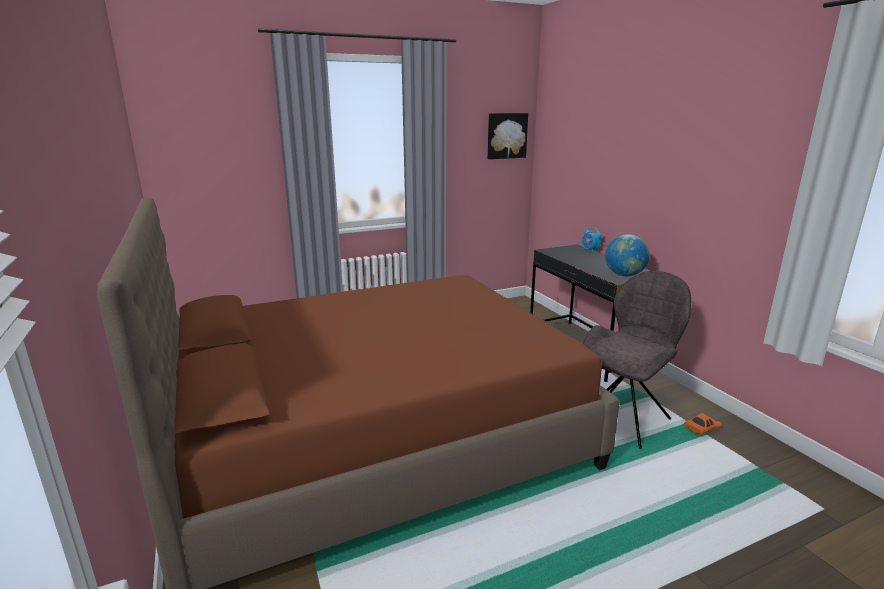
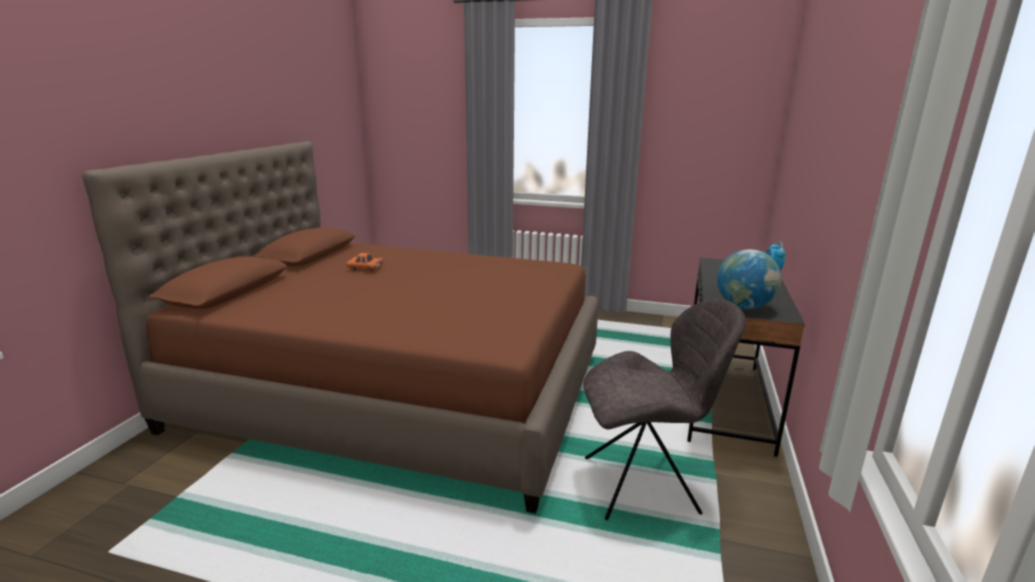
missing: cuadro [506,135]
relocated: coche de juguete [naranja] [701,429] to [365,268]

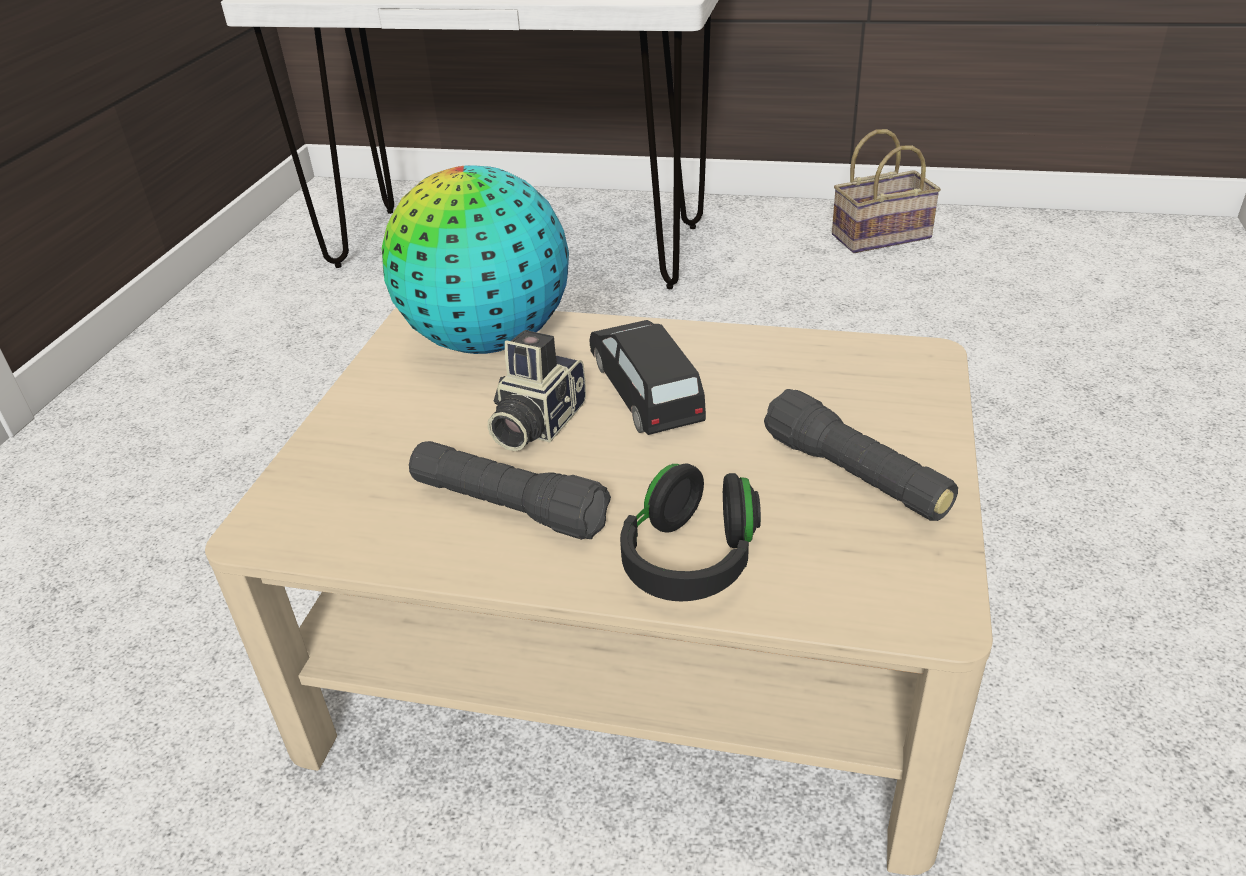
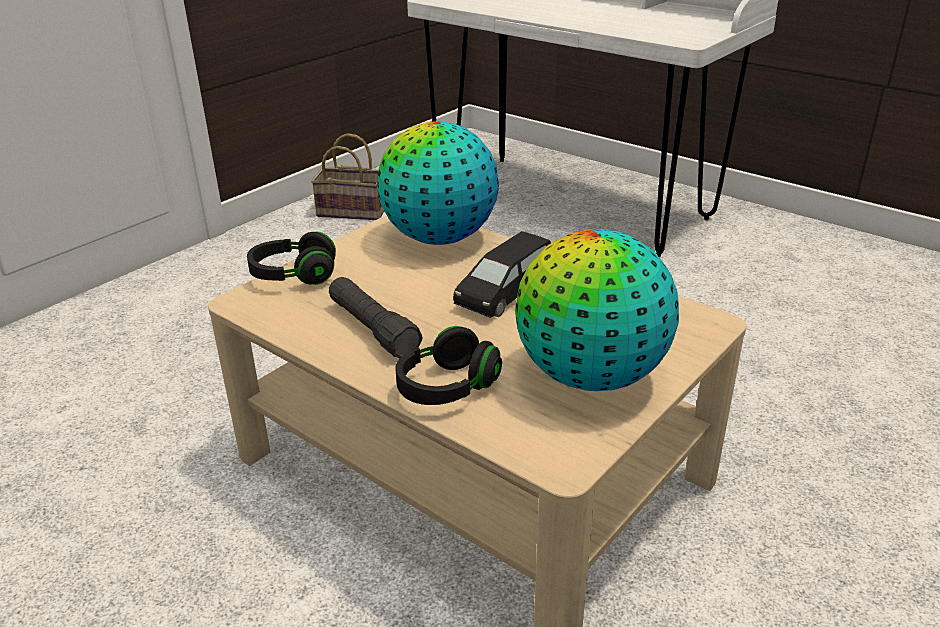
missing: cámara [535,423]
appeared: auriculares [negro] [294,276]
relocated: cesta [882,235] to [354,211]
exchanged: linterna [negro] [855,476] to globo terráqueo [590,376]
spun: coche de juguete [negro] [646,393] = [505,293] 150 degrees counterclockwise

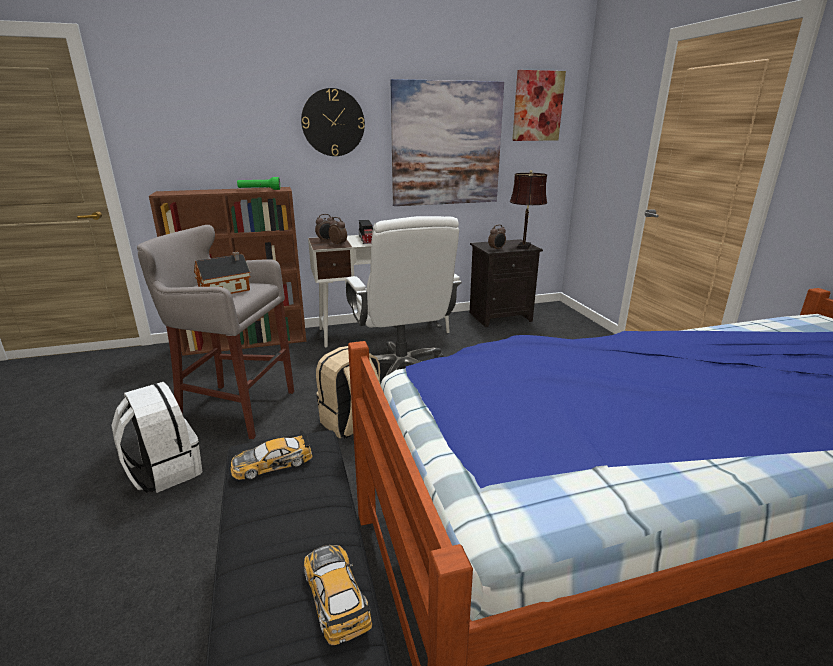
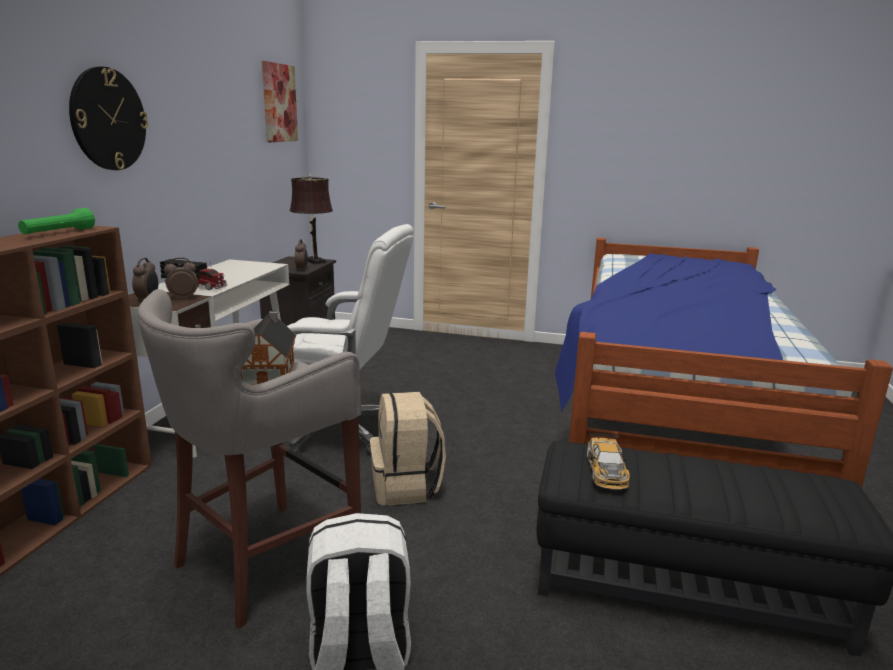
missing: coche de juguete [335,594]; cuadro [446,144]

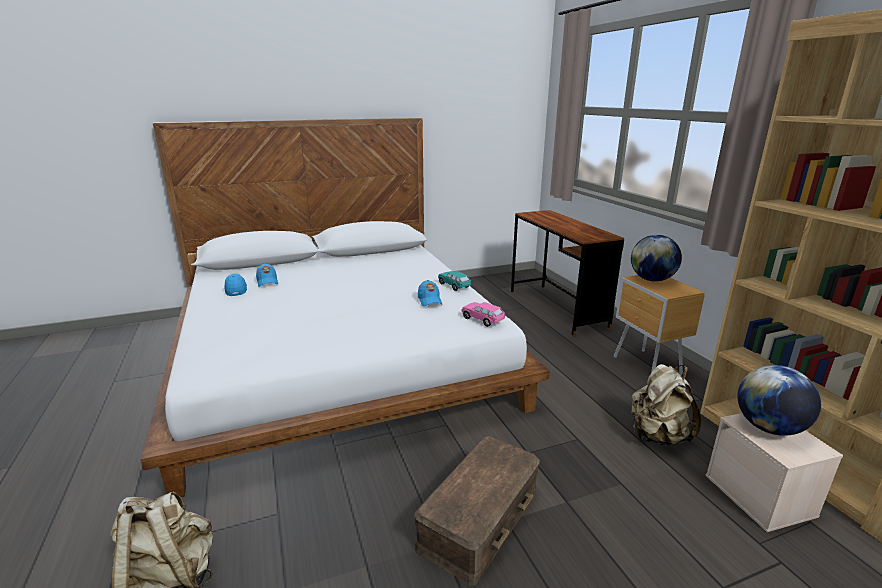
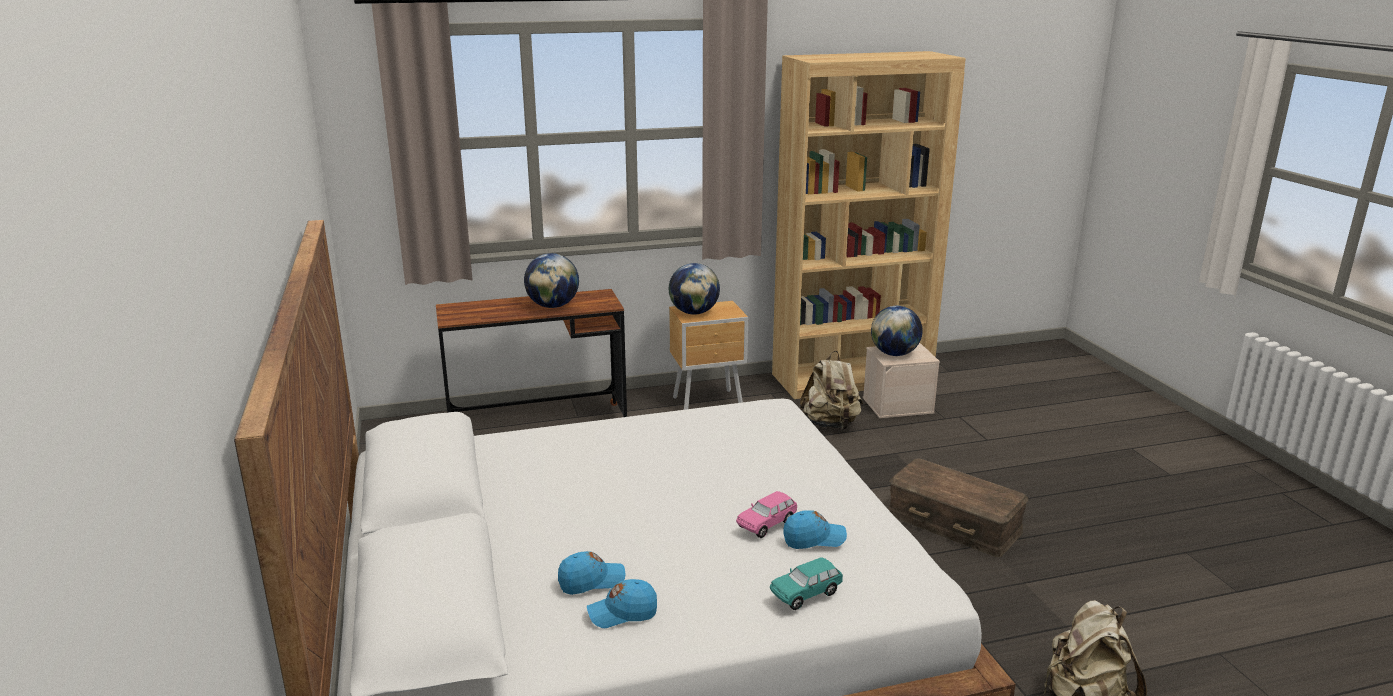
appeared: globo terráqueo [553,306]
relocated: coche de juguete [rosa] [482,319] to [767,524]; coche de juguete [turquesa] [454,285] to [806,593]; gorra [azul] [429,300] to [814,539]

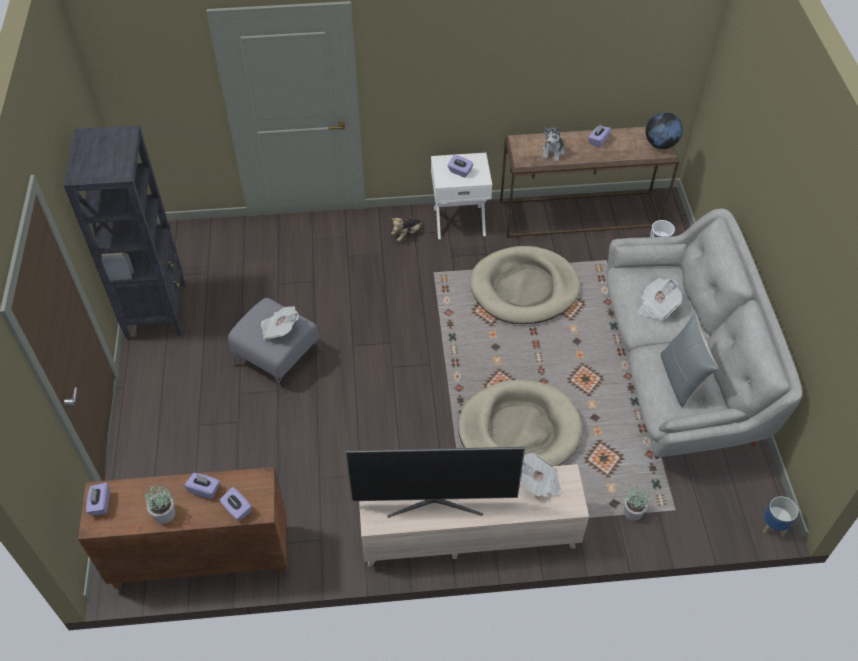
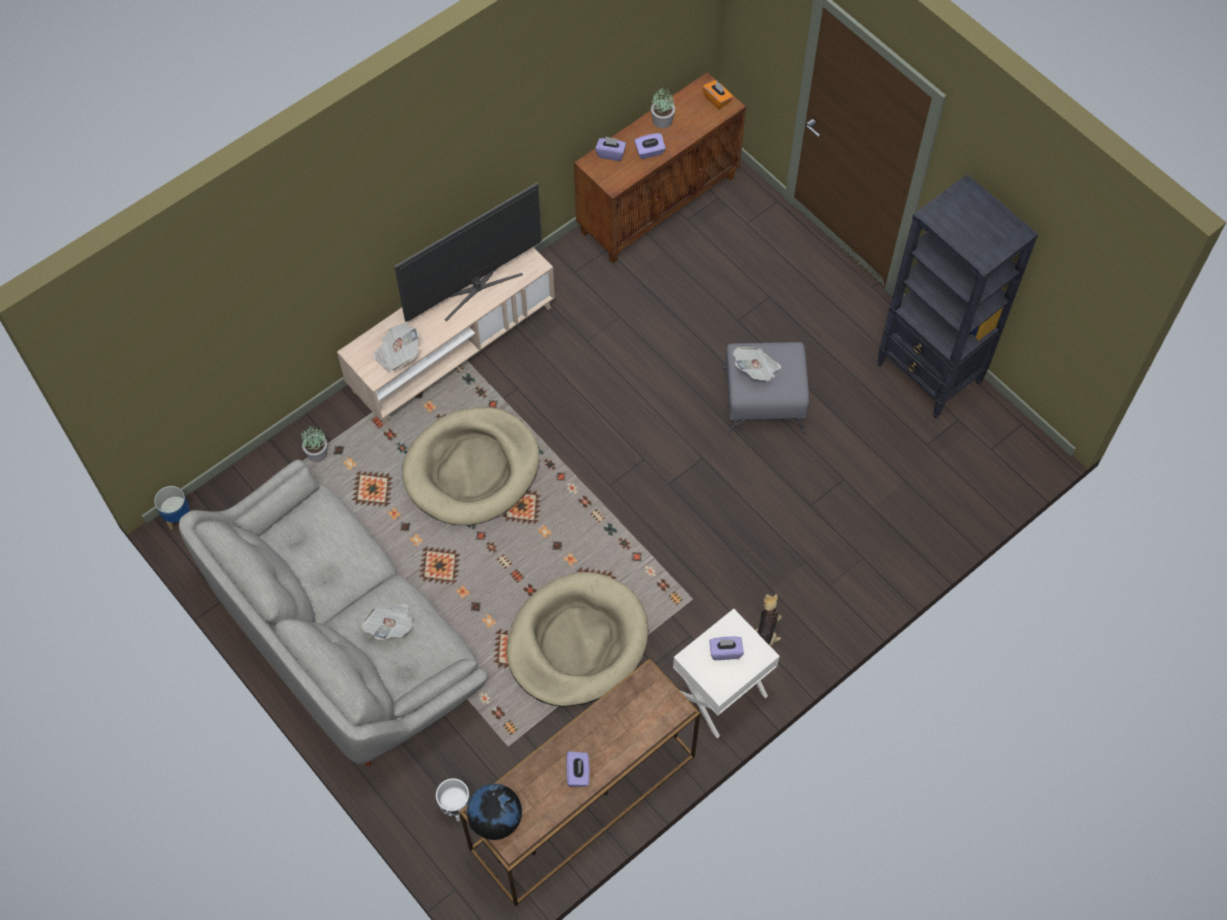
missing: peluche [553,152]; cojín [gris] [681,379]
colour: caja de pañuelos [morado] [100,504] to caja de pañuelos [naranja] [717,99]

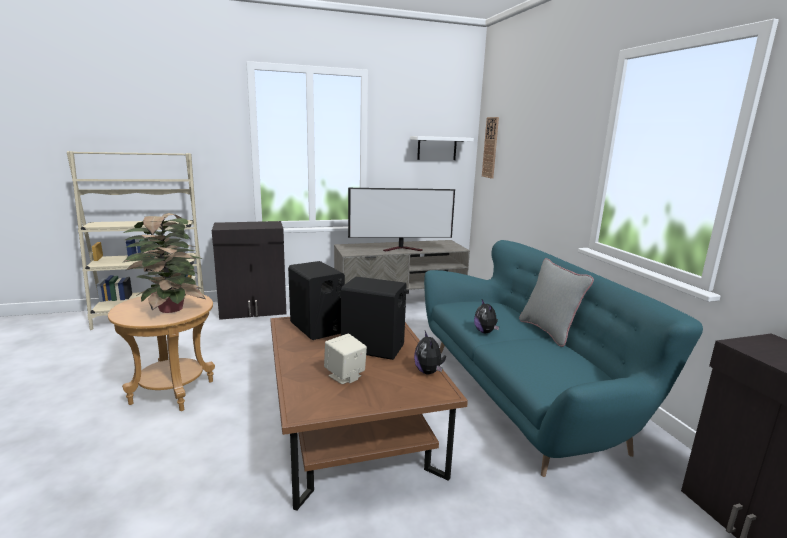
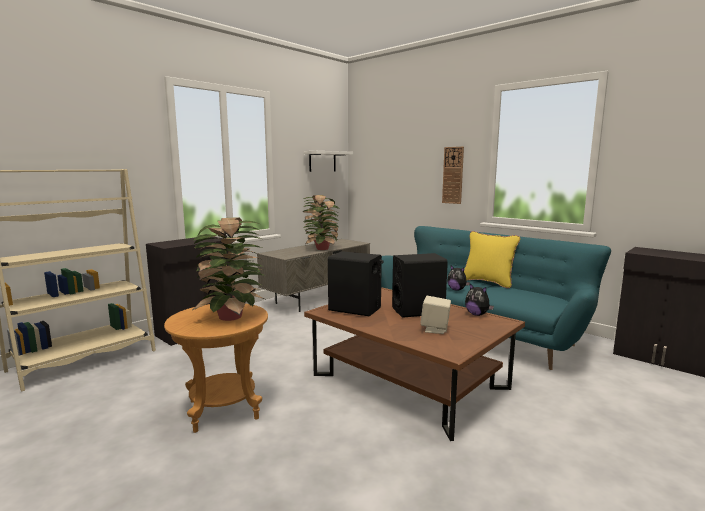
relocated: reloj de pared [490,147] to [453,175]
exchanged: televisor [403,249] to planta en maceta [321,248]
colour: cojín [gris] [549,331] to cojín [amarillo] [488,282]

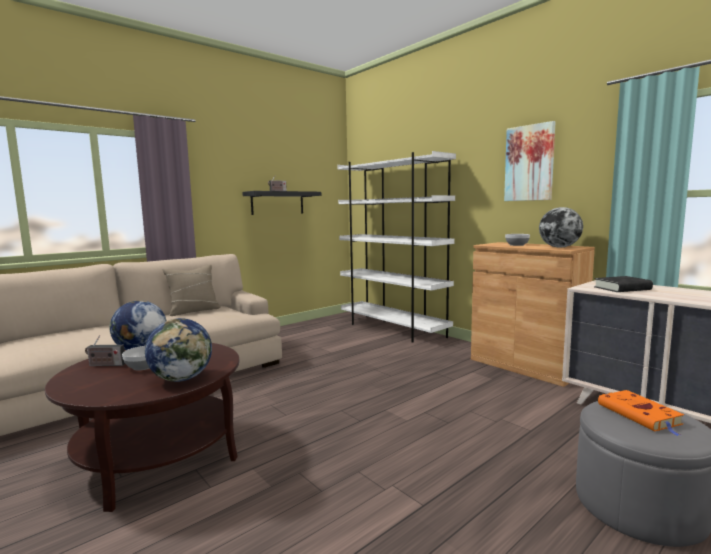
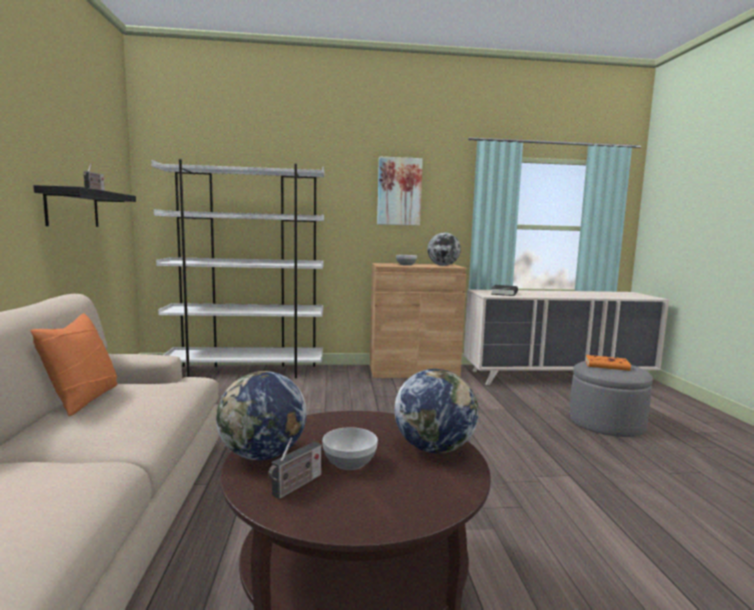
colour: cojín [beis] [194,311] to cojín [naranja] [83,399]

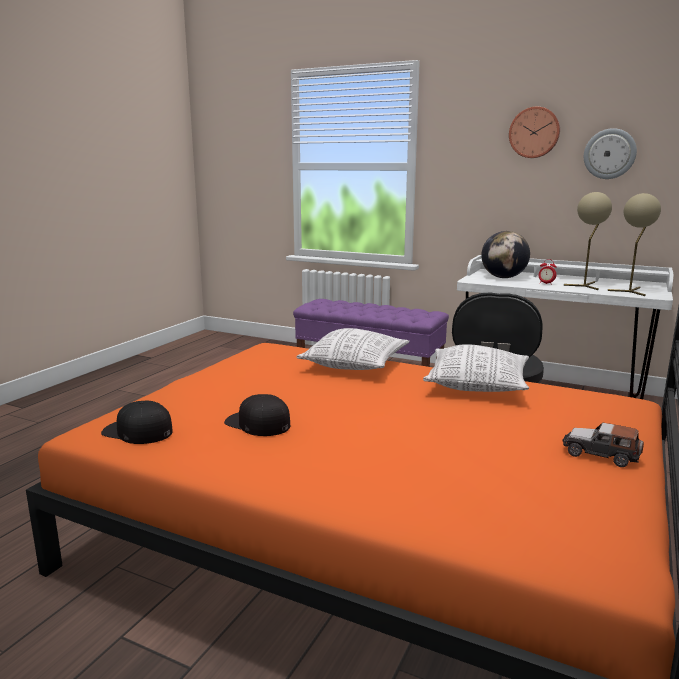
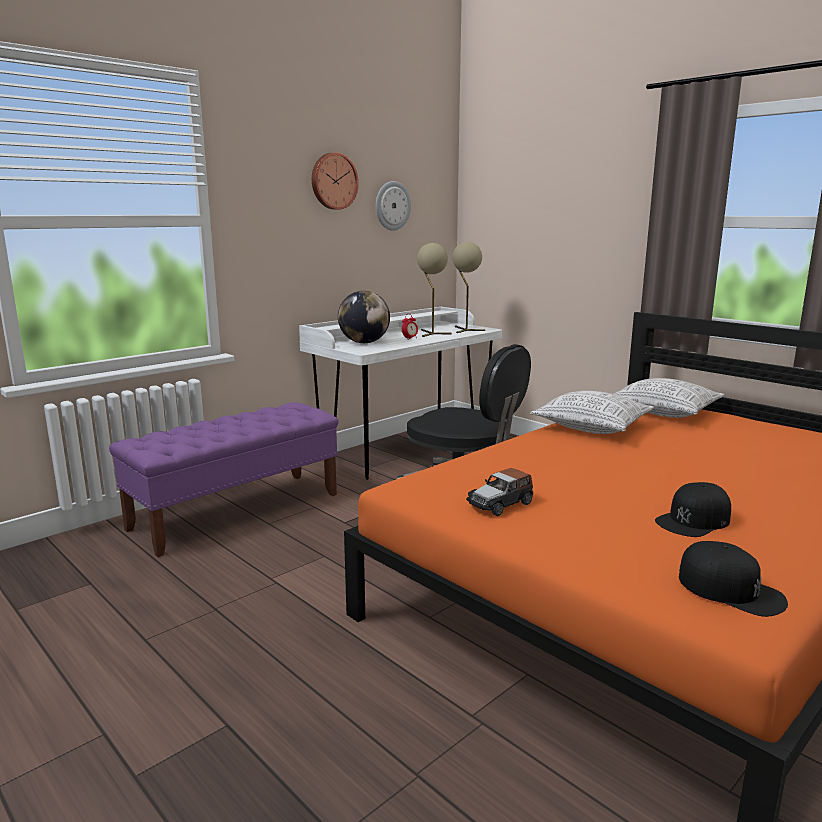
relocated: coche de juguete [600,454] to [500,504]; cojín [354,364] to [664,411]
spun: gorra [negro] [137,431] = [731,589] 90 degrees counterclockwise

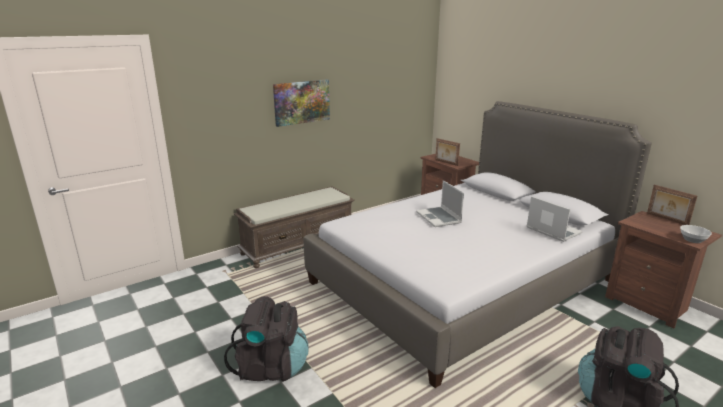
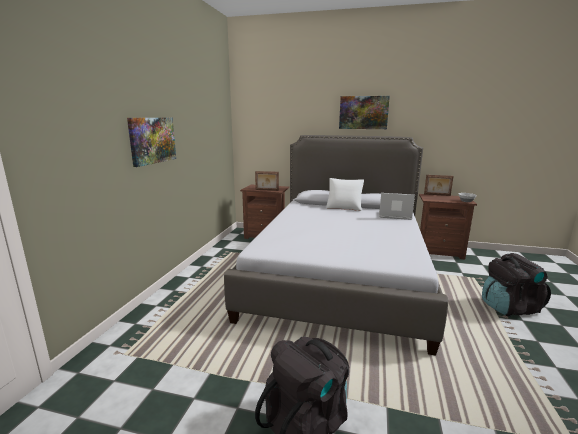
missing: banco [marrón] [298,245]; portátil [439,218]
appeared: cojín [blanco] [344,207]; cuadro [363,112]

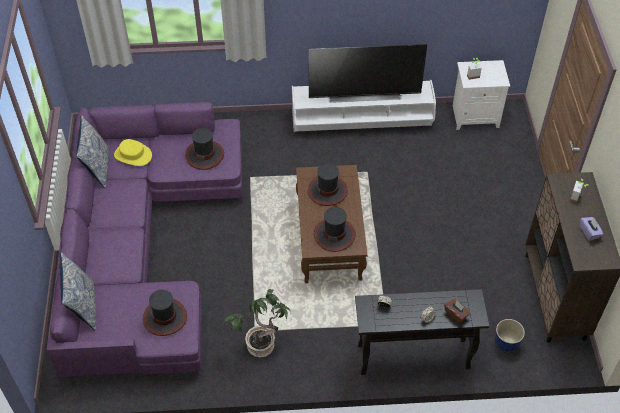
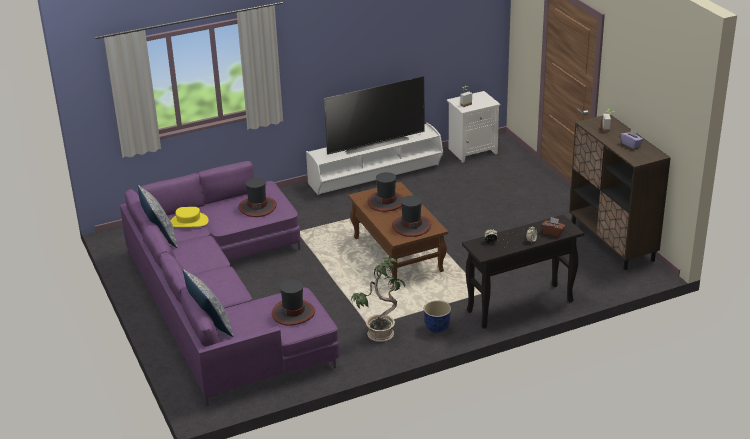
relocated: maceta [505,343] to [436,328]

